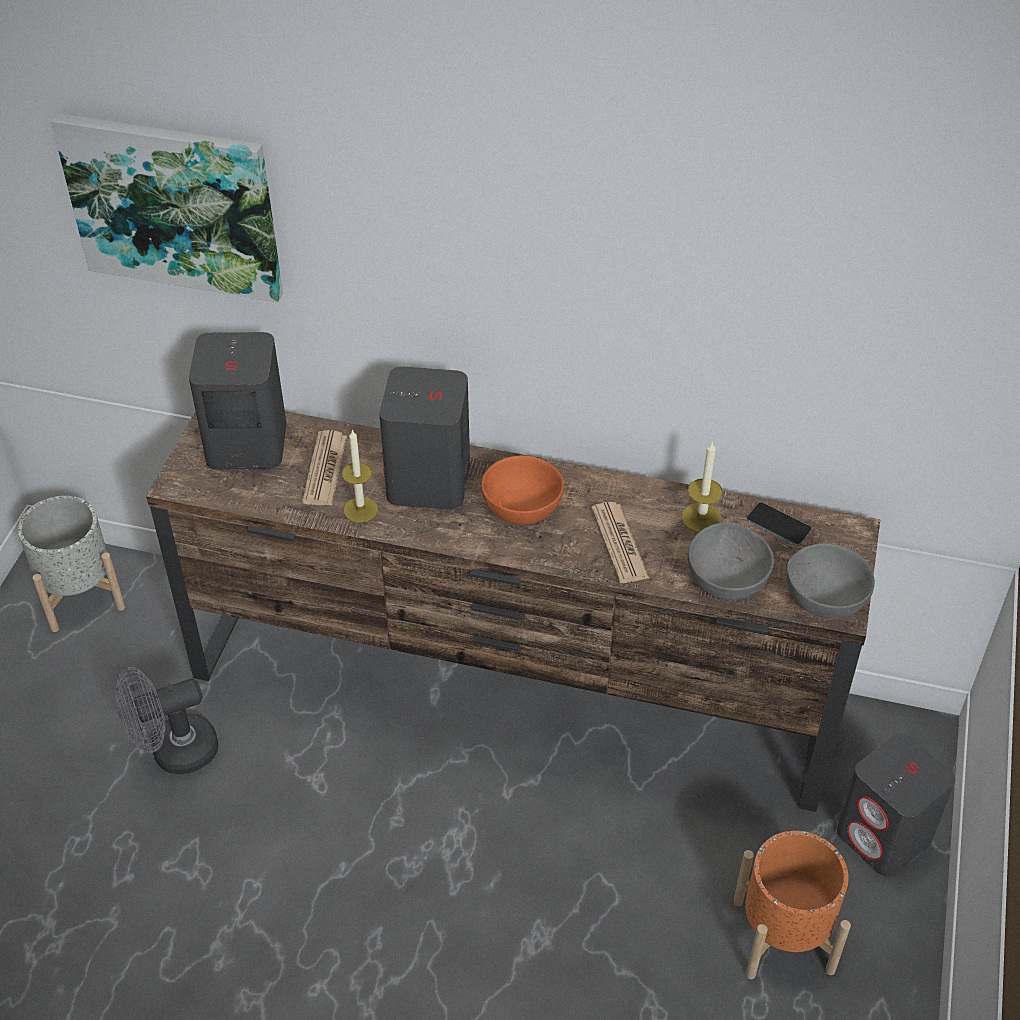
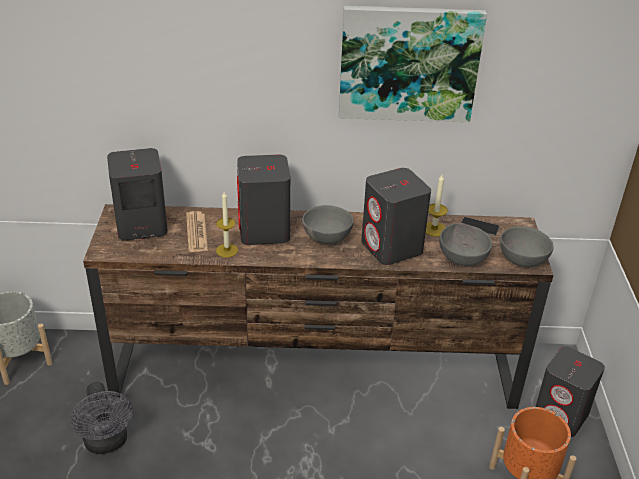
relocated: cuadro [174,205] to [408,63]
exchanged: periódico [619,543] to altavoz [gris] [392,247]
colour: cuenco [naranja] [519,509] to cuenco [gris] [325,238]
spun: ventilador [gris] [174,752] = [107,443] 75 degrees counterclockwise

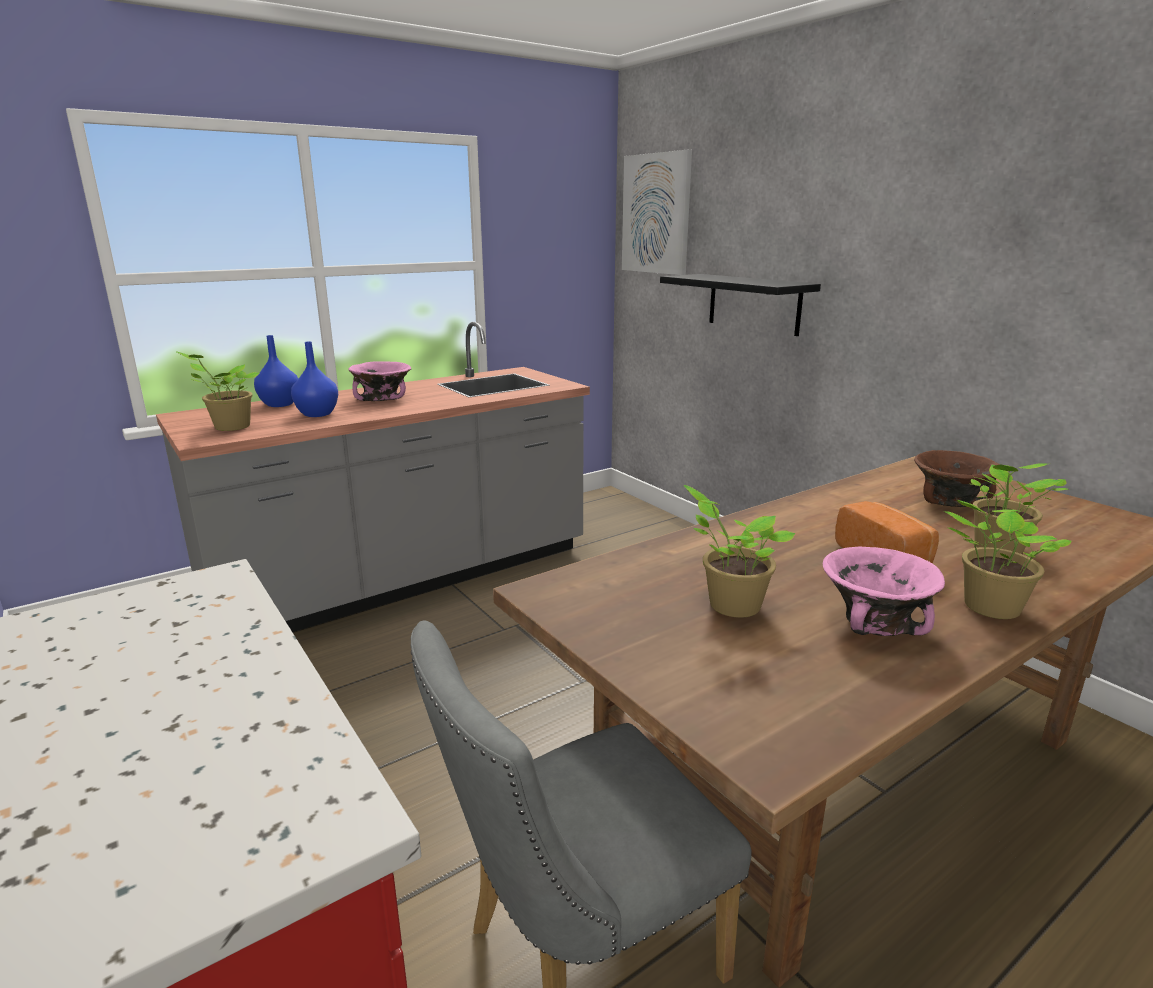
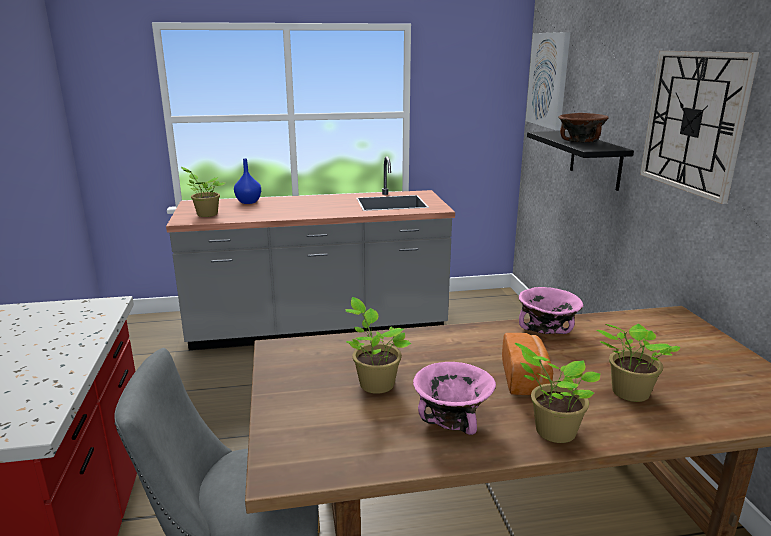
missing: florero [azul] [318,414]
appeared: reloj de pared [693,122]
relocated: cuenco [rosa] [382,398] to [546,329]; cuenco [marrón] [950,502] to [580,142]

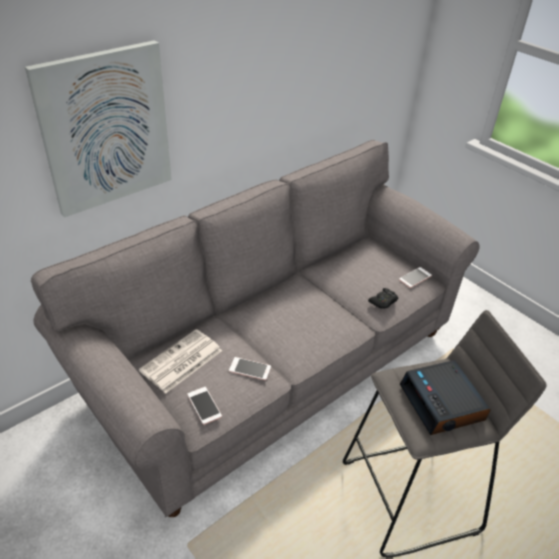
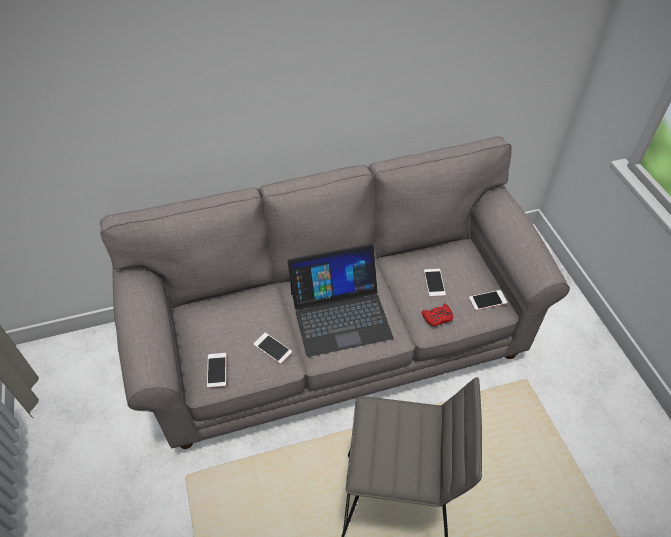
missing: cuadro [106,129]; periódico [181,362]; despertador [442,403]
appeared: portátil [340,314]; móvil [434,283]
colour: mando de consola [negro] [383,301] to mando de consola [rojo] [437,317]

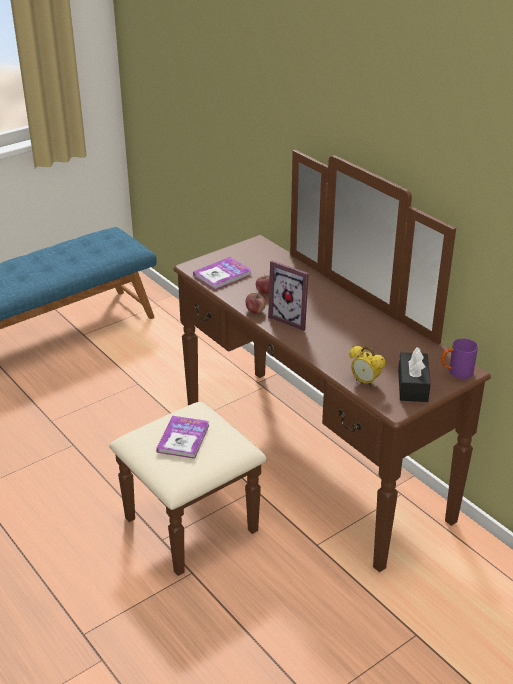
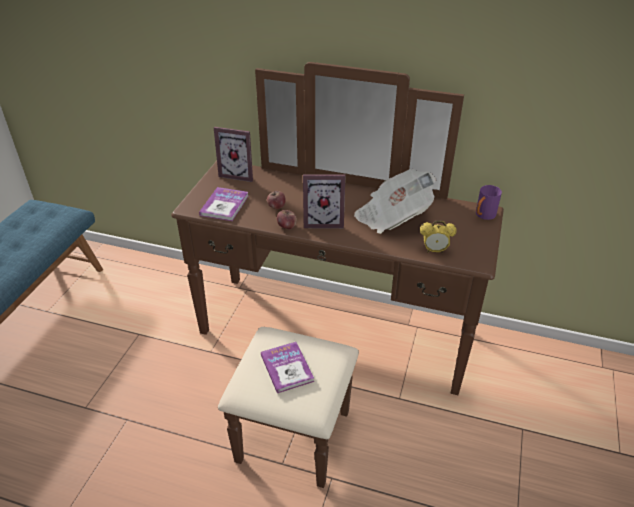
missing: caja de pañuelos [negro] [412,385]
appeared: portarretratos [239,174]; periódico [392,217]

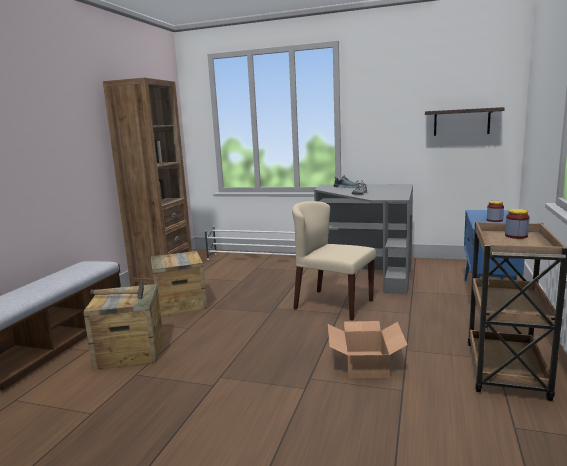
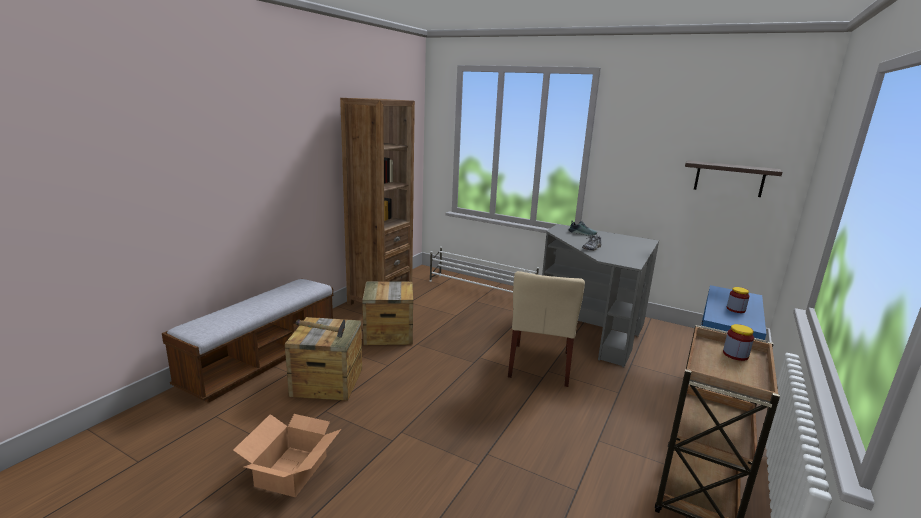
relocated: caja de cartón [366,364] to [292,470]
spun: silla [beis] [333,304] = [540,364] 120 degrees counterclockwise

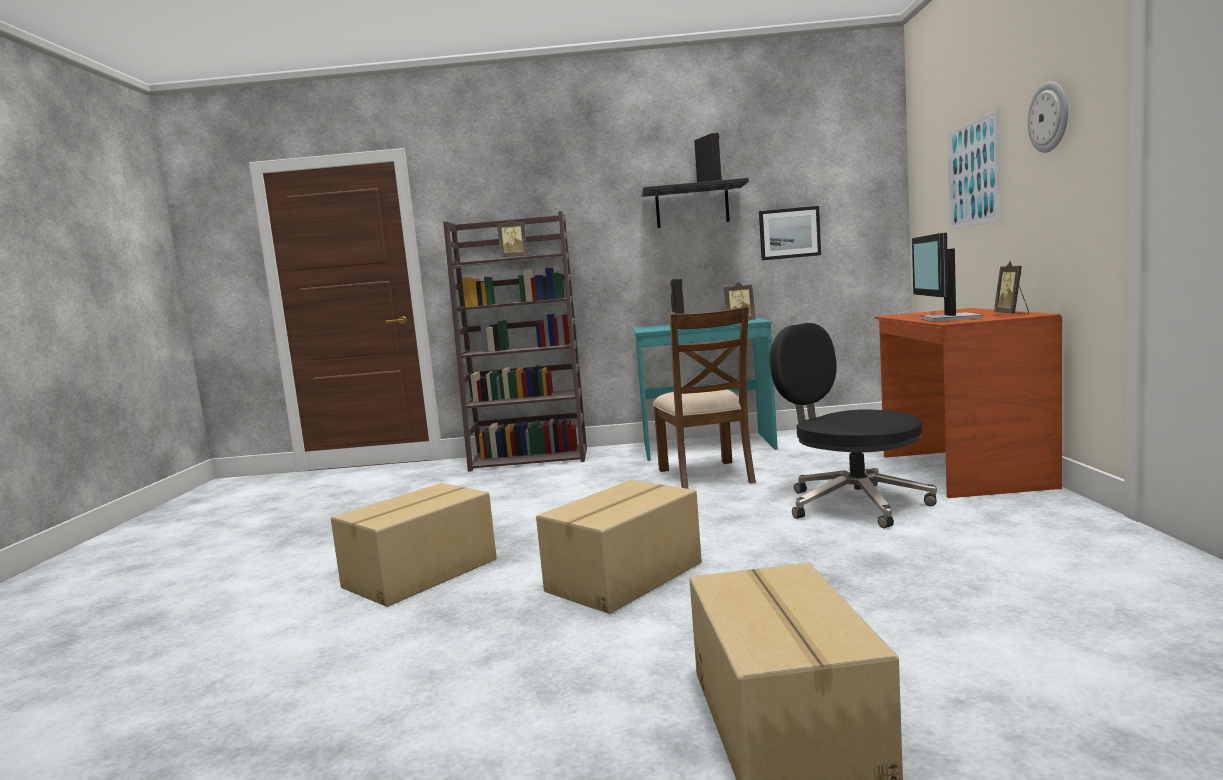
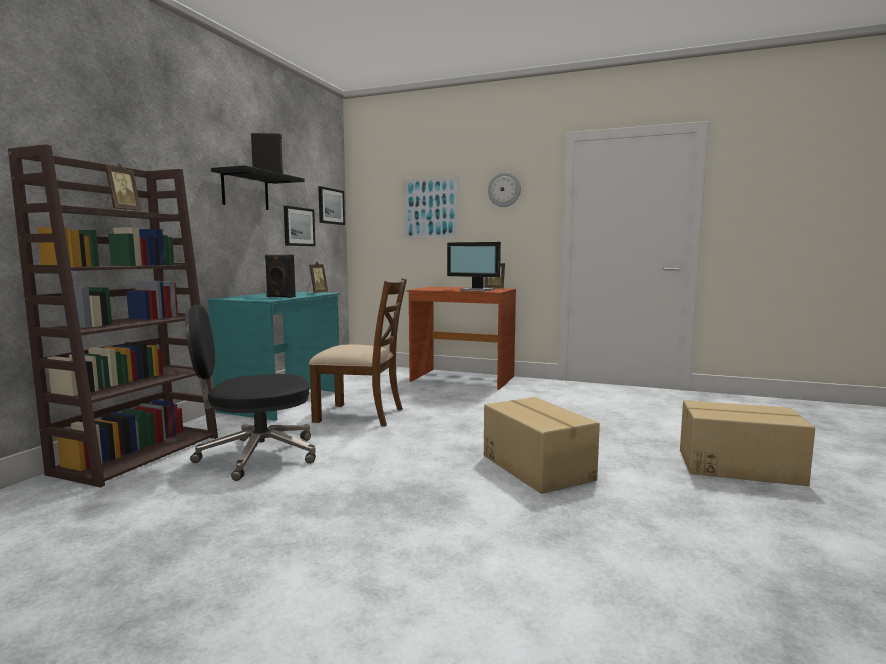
missing: caja de cartón [422,573]
appeared: cuadro [330,206]
relocated: silla de oficina [negro] [852,504] to [256,455]

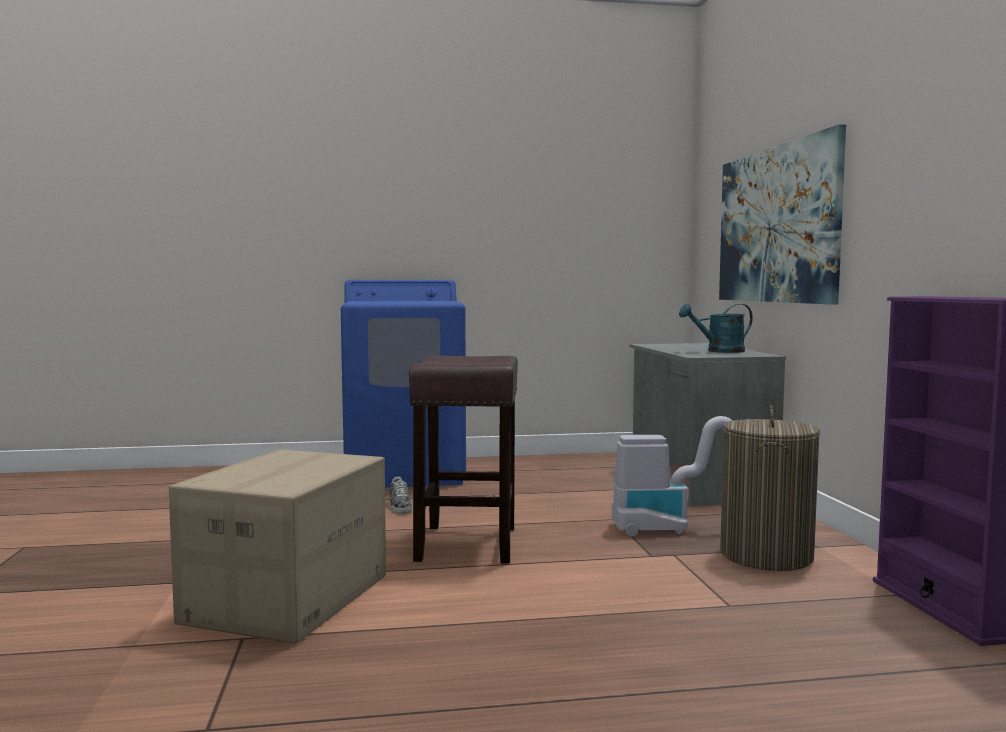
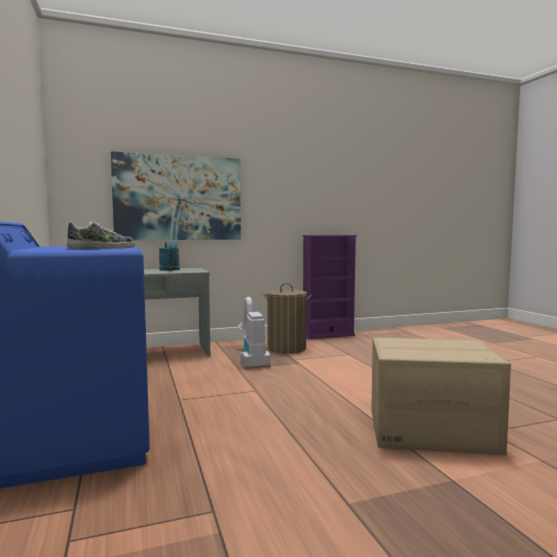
missing: taburete [marrón] [467,543]
relocated: zapato [399,506] to [102,248]

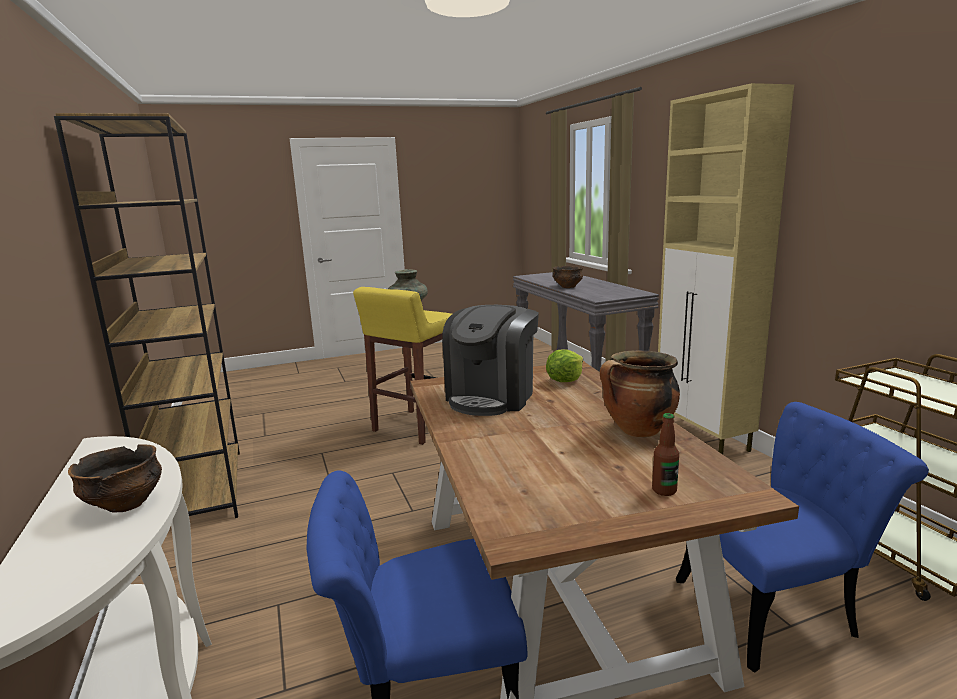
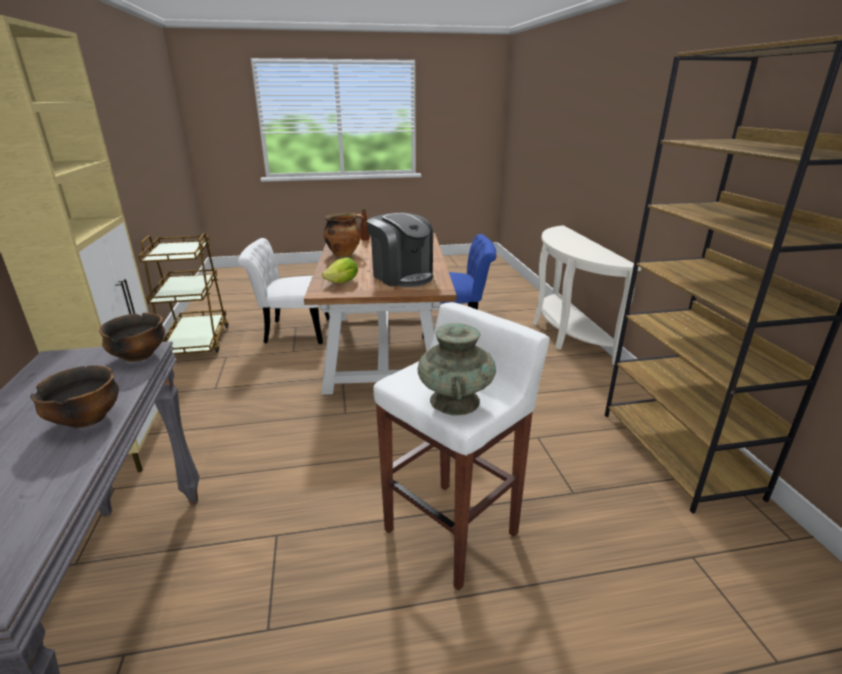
relocated: cuenco [125,503] to [139,356]
colour: silla [azul] [777,608] to silla [blanco] [291,331]; taburete [amarillo] [415,427] to taburete [blanco] [453,531]
spun: cafetera [492,397] = [402,276] 105 degrees clockwise

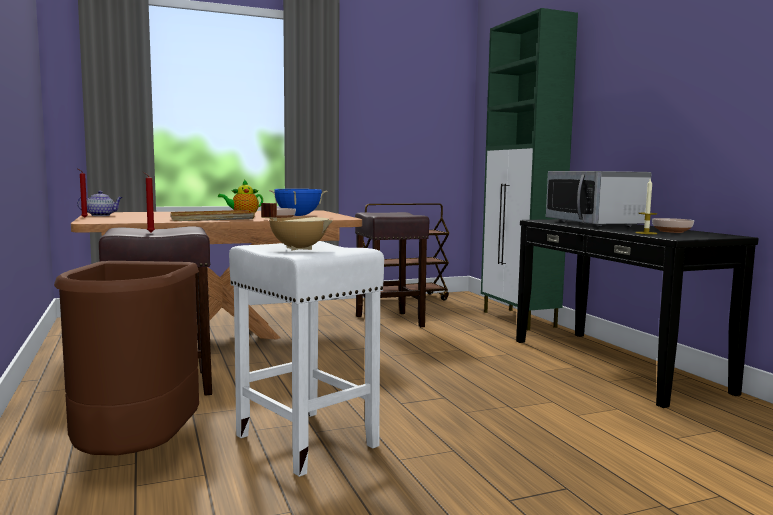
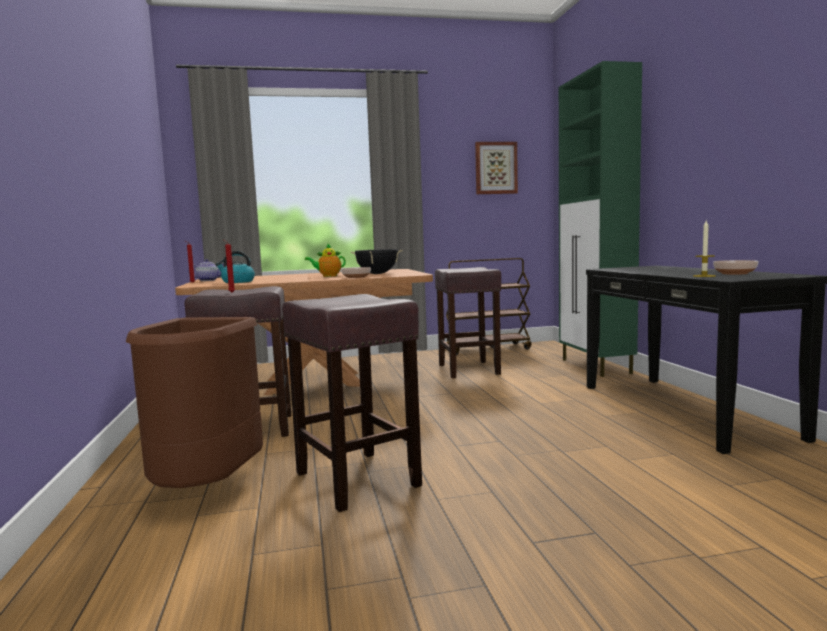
missing: bandeja [beis] [211,219]; olla [beis] [299,248]; microondas [594,224]
appeared: hervidor [237,282]; cuadro [495,168]
colour: taburete [blanco] [304,440] to taburete [marrón] [355,478]; olla [azul] [298,215] to olla [negro] [377,274]

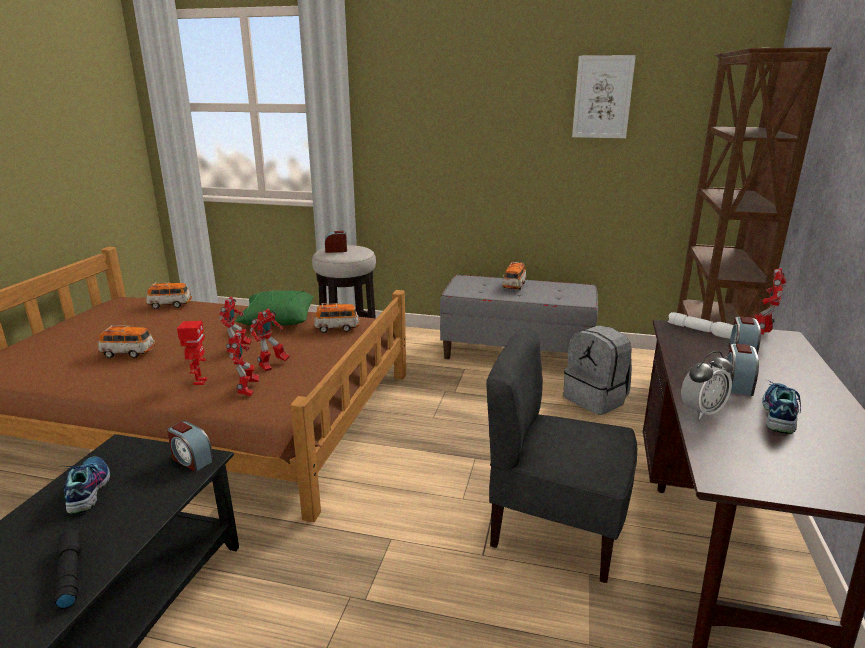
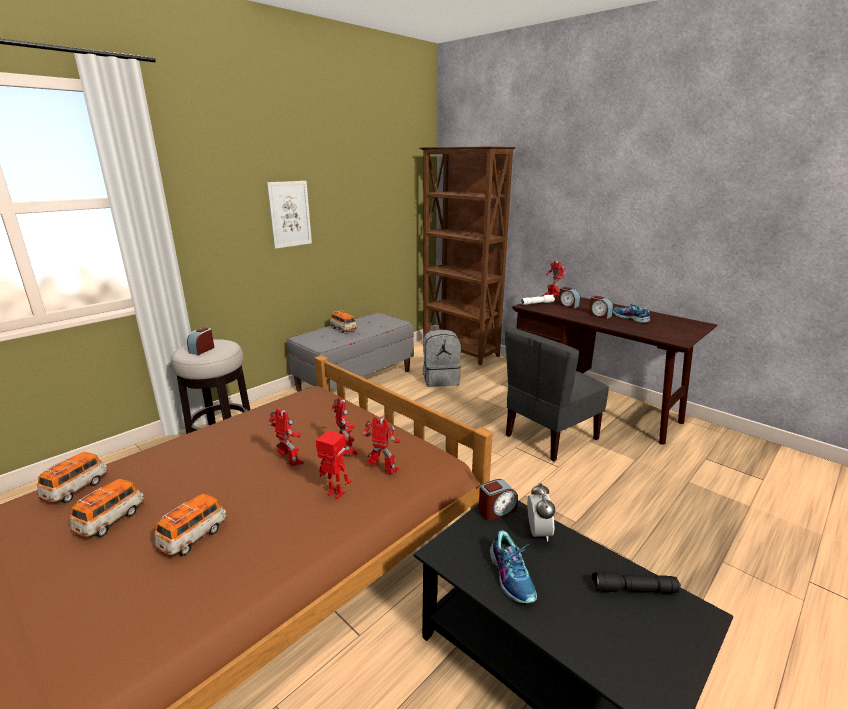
missing: cojín [verde] [277,320]
relocated: coche de juguete [337,328] to [111,520]; cuadro [602,97] to [289,214]; despertador [701,412] to [538,533]
spun: zapato [87,490] = [512,576] 120 degrees counterclockwise

